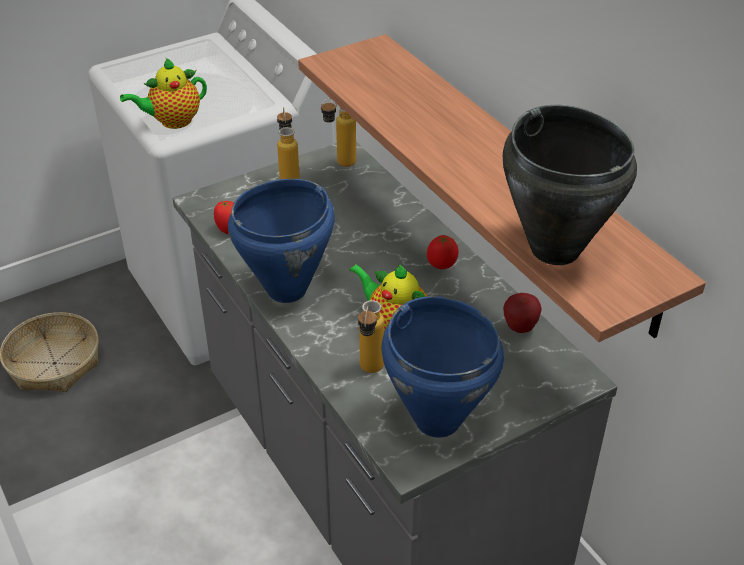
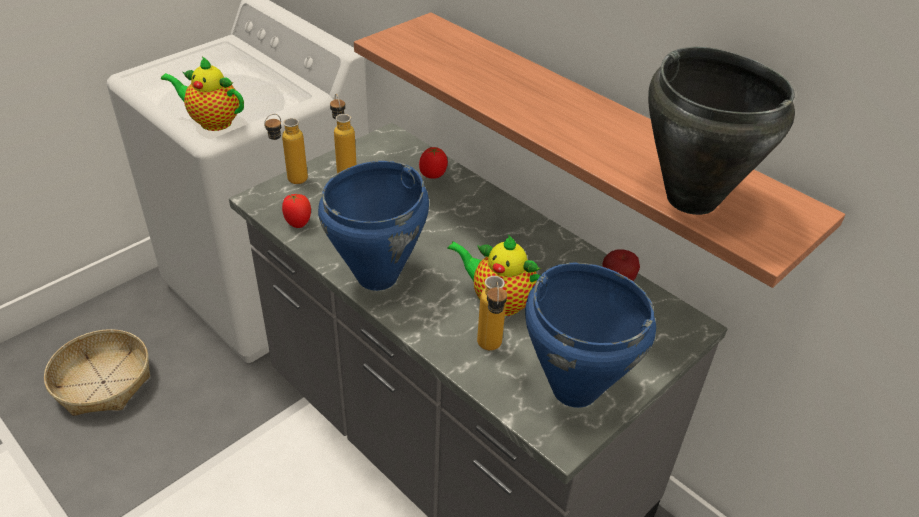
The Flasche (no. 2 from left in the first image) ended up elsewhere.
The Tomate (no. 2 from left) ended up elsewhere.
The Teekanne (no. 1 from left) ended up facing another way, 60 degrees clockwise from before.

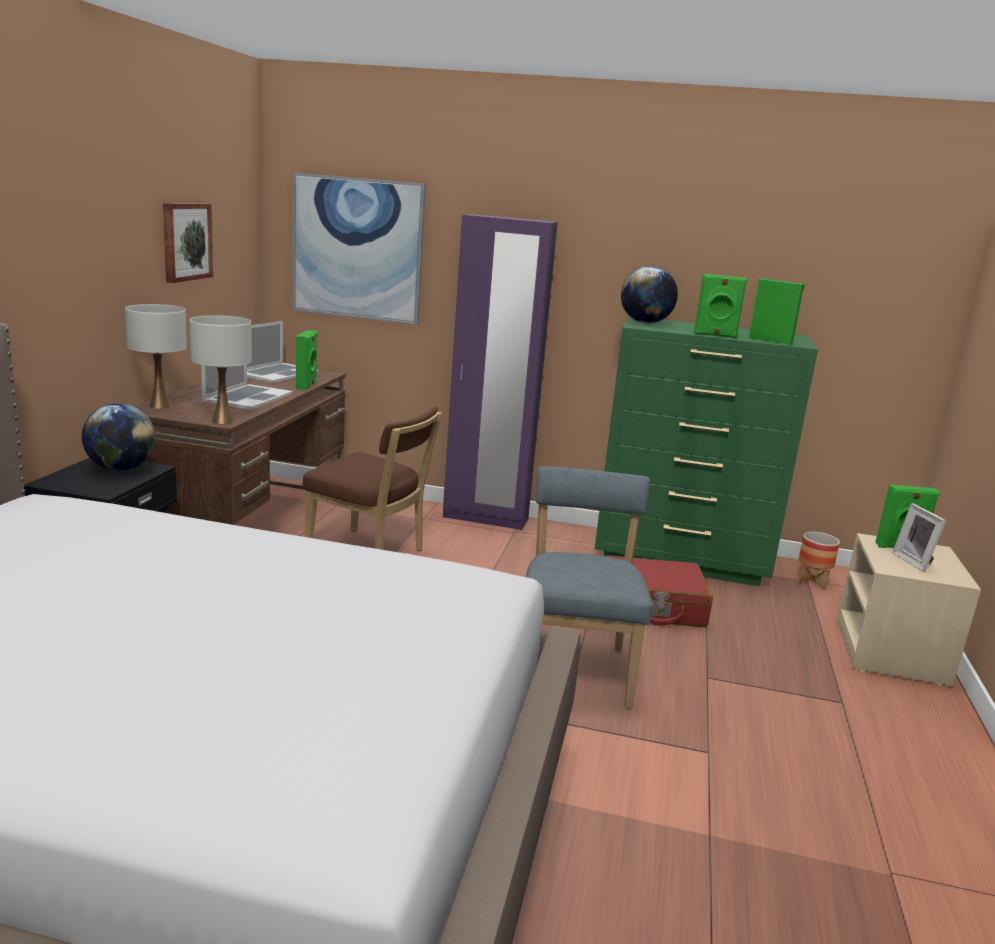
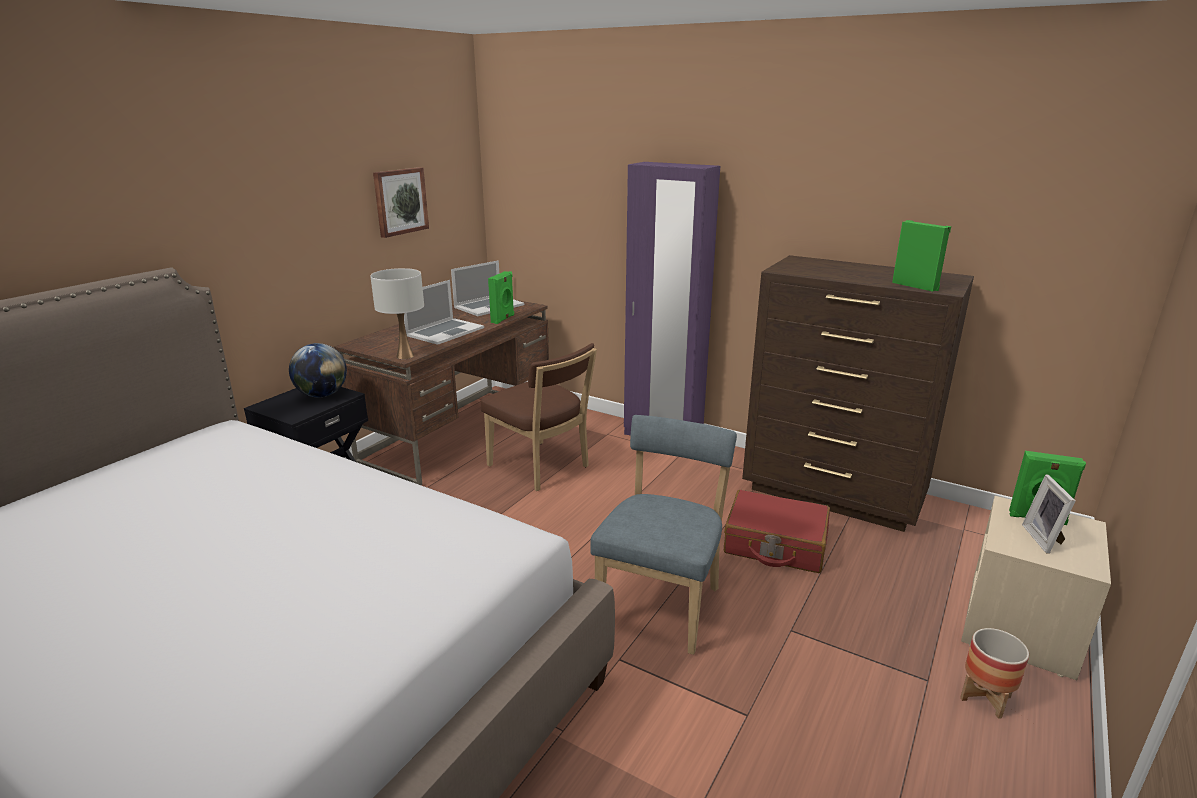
The second view lost the Tischlampe/weiß (no. 1 from left).
The second view lost the Bild (no. 2 from left).
The second view lost the Globus (no. 2 from left).
The second view lost the Lautsprecher/grün (no. 2 from left).
The Pflanzkübel ended up elsewhere.
What was the Kommode/grün turned into the Kommode/braun.

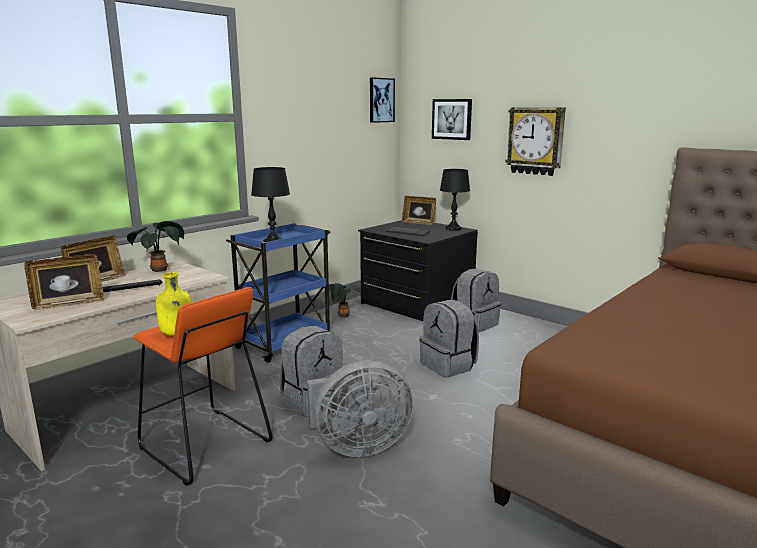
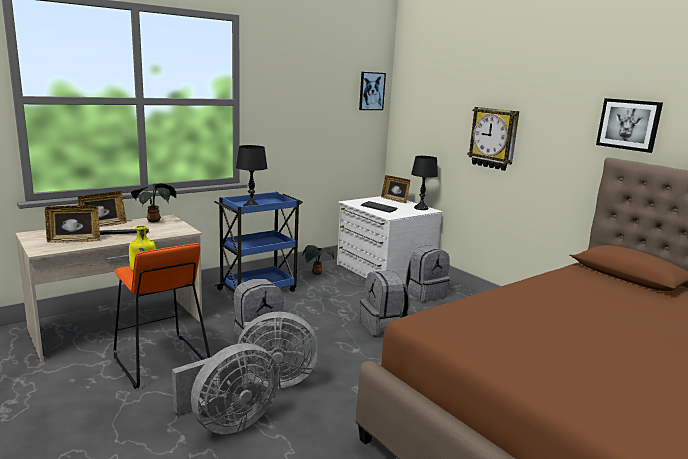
The second view gained the Ventilator/grau (no. 1 from left).
The Bild (no. 2 from left) ended up elsewhere.
What was the Kommode/schwarz turned into the Kommode/weiß.

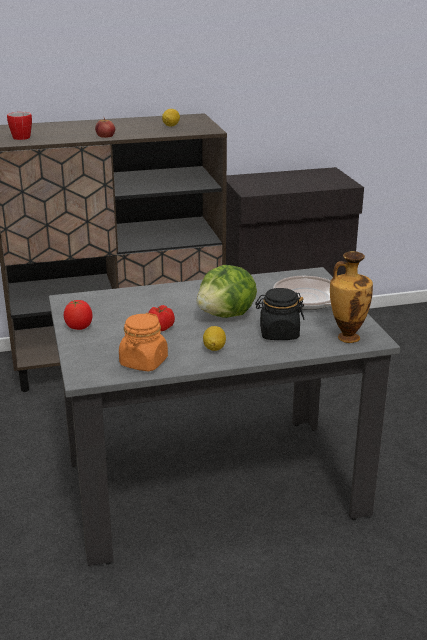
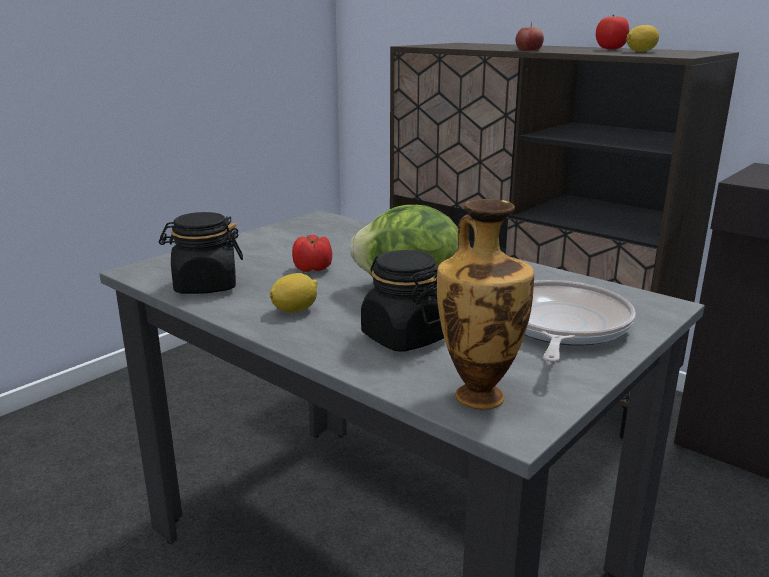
The second view lost the Henkelbecher.
The Tomate (no. 1 from left in the first image) ended up elsewhere.
What was the Vorratsglas/orange turned into the Vorratsglas/schwarz (no. 1 from left).

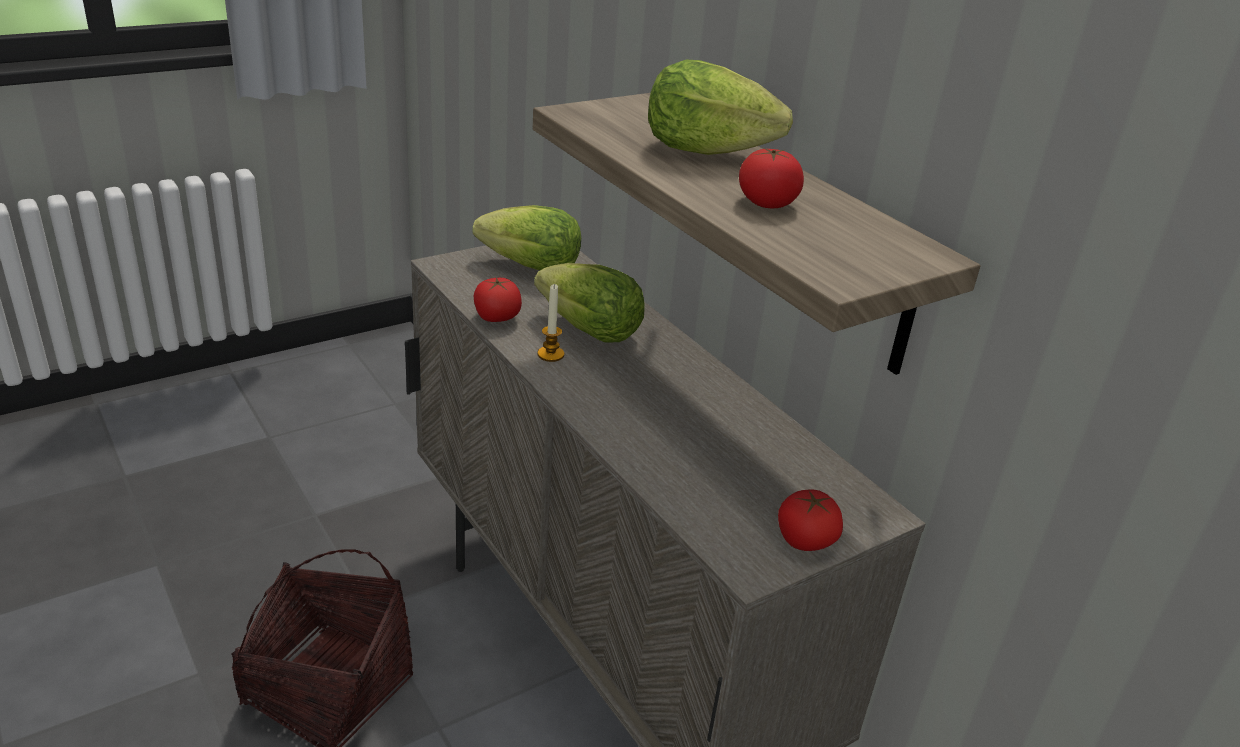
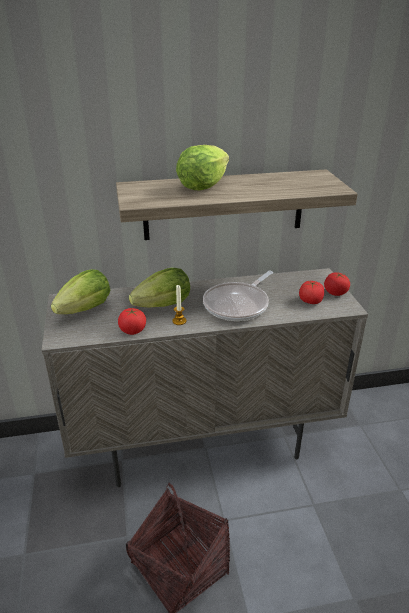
The second view gained the Pfanne.
The Tomate (no. 2 from left) ended up elsewhere.

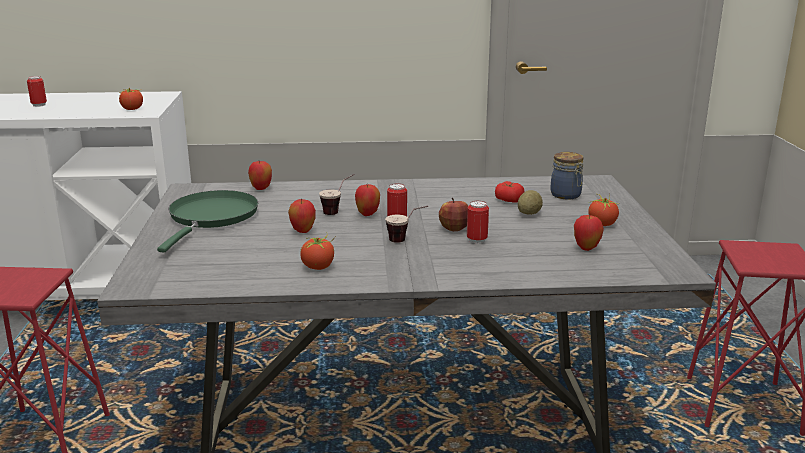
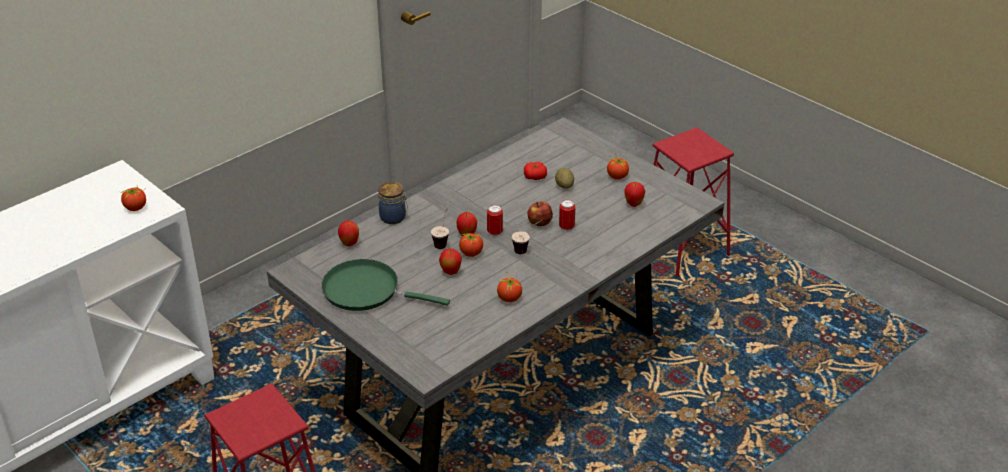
The second view lost the Dose (no. 1 from left).
The second view gained the Tomate (no. 2 from left).
The Vorratsglas ended up elsewhere.
The Pfanne/grün ended up facing another way, 45 degrees counterclockwise from before.

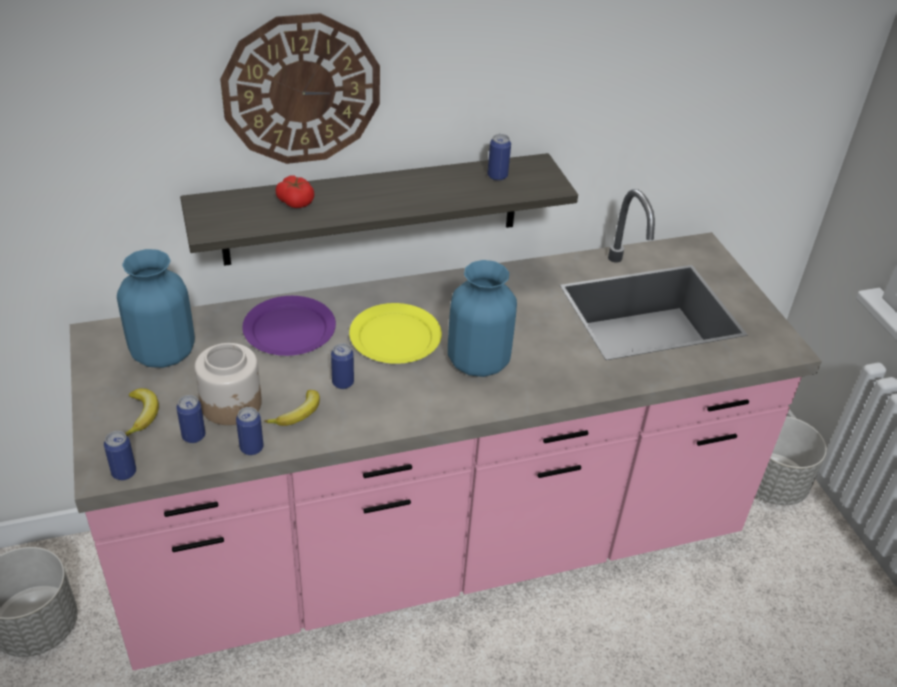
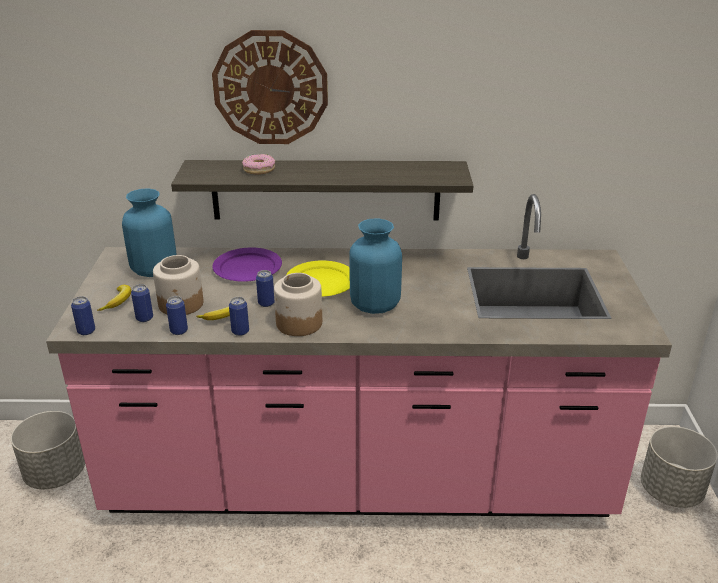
The second view gained the Vorratsglas (no. 2 from left).
The Dose (no. 5 from left in the first image) ended up elsewhere.
Where the Tomate stood, the Donut came to stand.

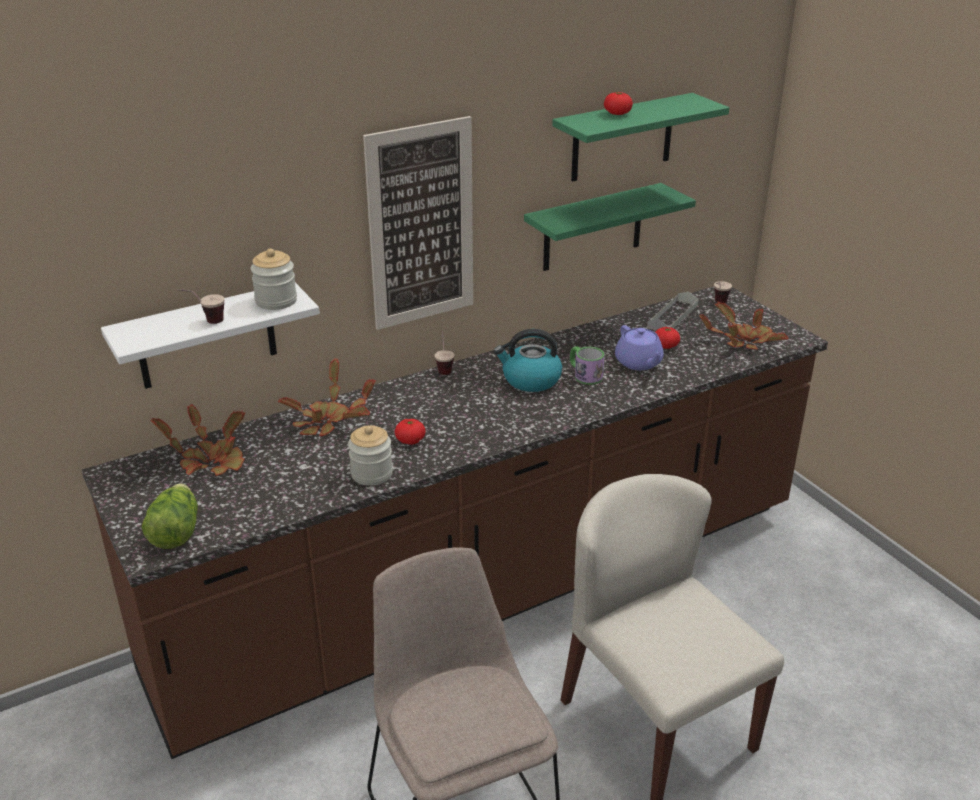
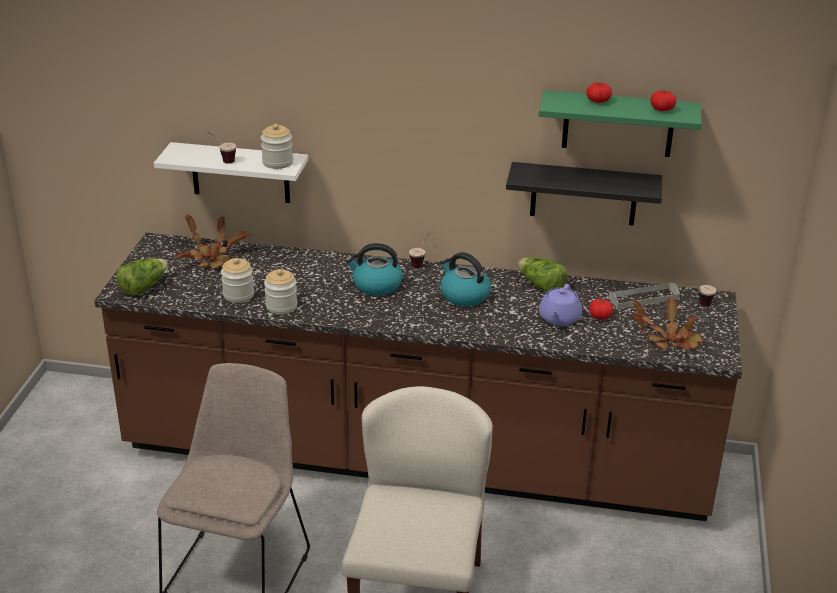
The second view lost the Topfpflanze (no. 2 from left).
The second view lost the Bild.
The second view lost the Henkelbecher.
The second view gained the Vorratsglas (no. 1 from left).
The second view gained the Wasserkessel (no. 1 from left).
The second view gained the Salatkopf (no. 2 from left).
The Tomate (no. 1 from left in the first image) ended up elsewhere.
What was the Wandregal/grün (no. 1 from left) turned into the Wandregal/schwarz.

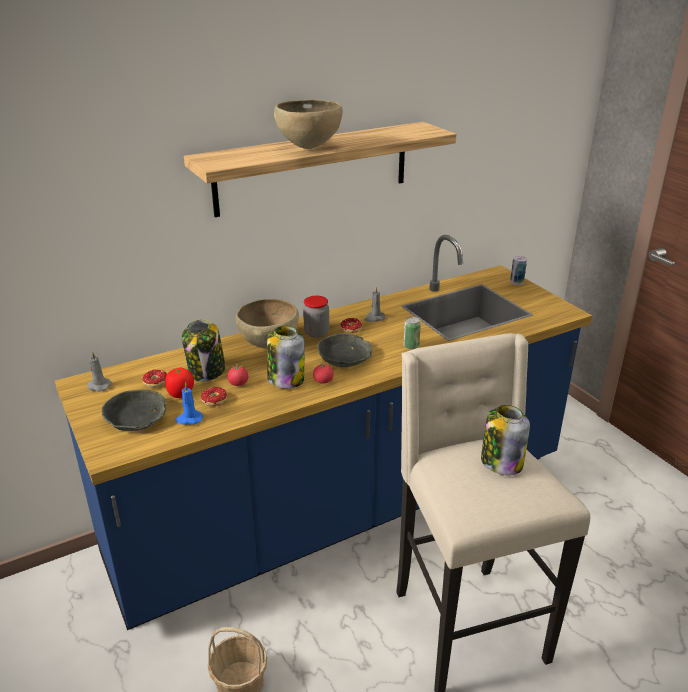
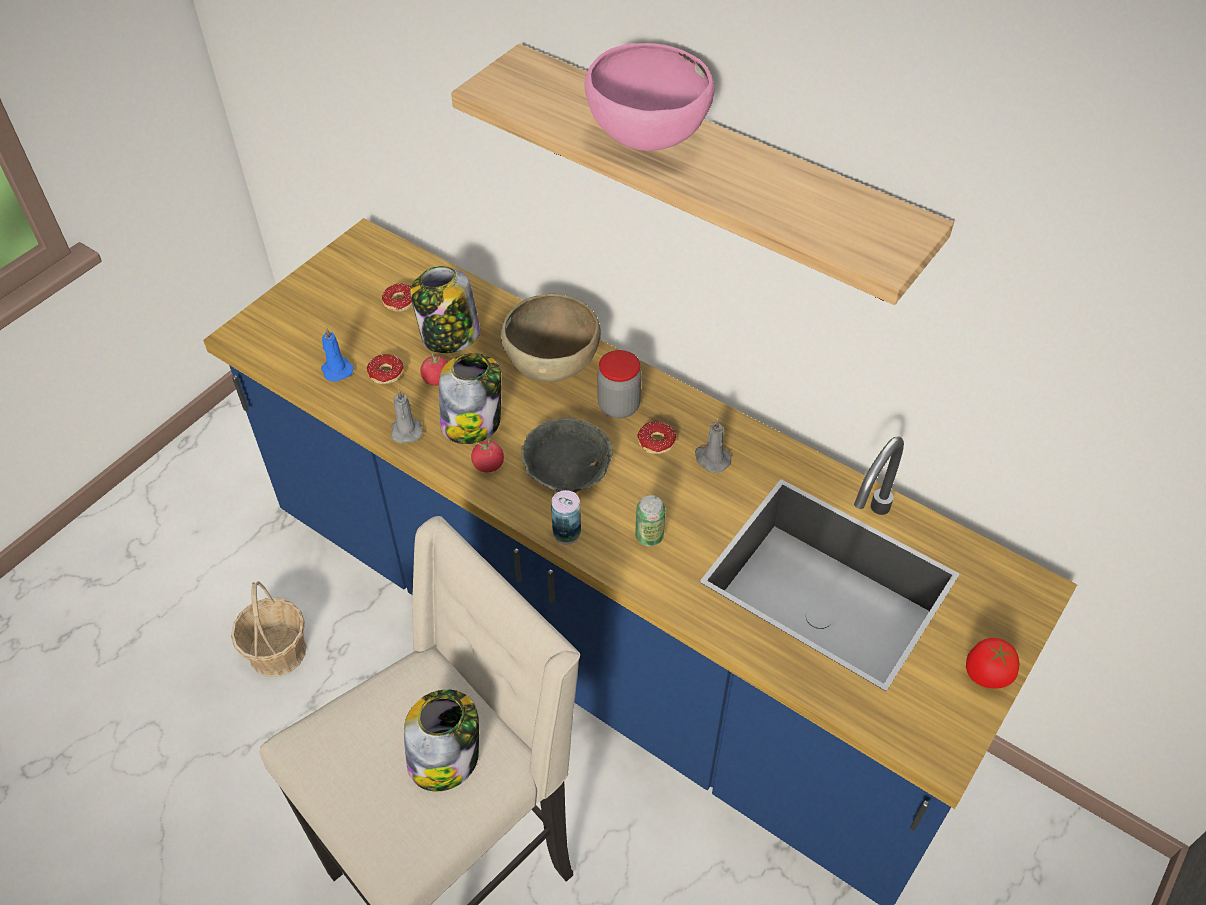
The second view lost the Schüssel/grau (no. 1 from left).
The Kerze/grau (no. 1 from left) ended up elsewhere.
The Tomate (no. 1 from left in the first image) ended up elsewhere.
The Dose (no. 2 from left in the first image) ended up elsewhere.
What was the Schüssel/braun (no. 2 from left) turned into the Schüssel/rosa.

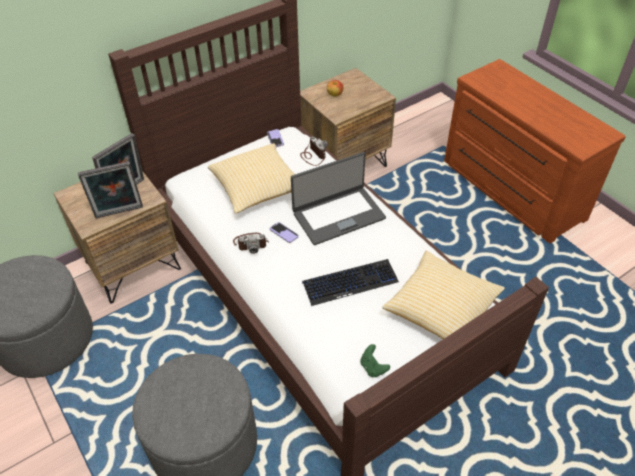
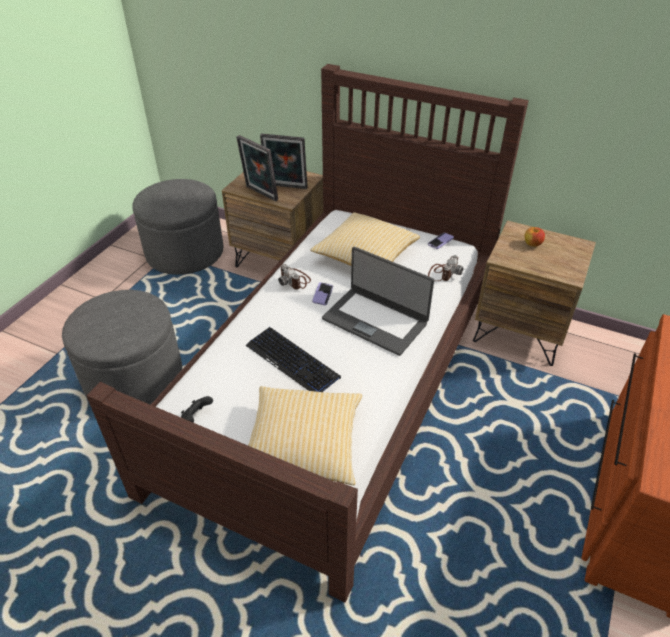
What was the Gamepad/grün turned into the Gamepad/schwarz.

